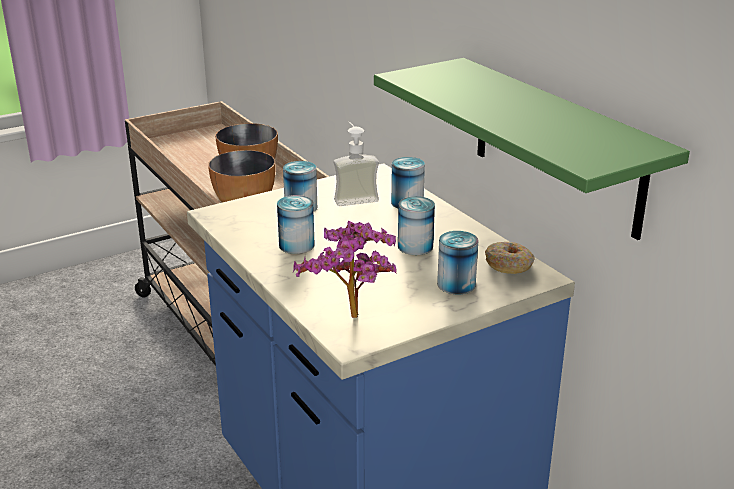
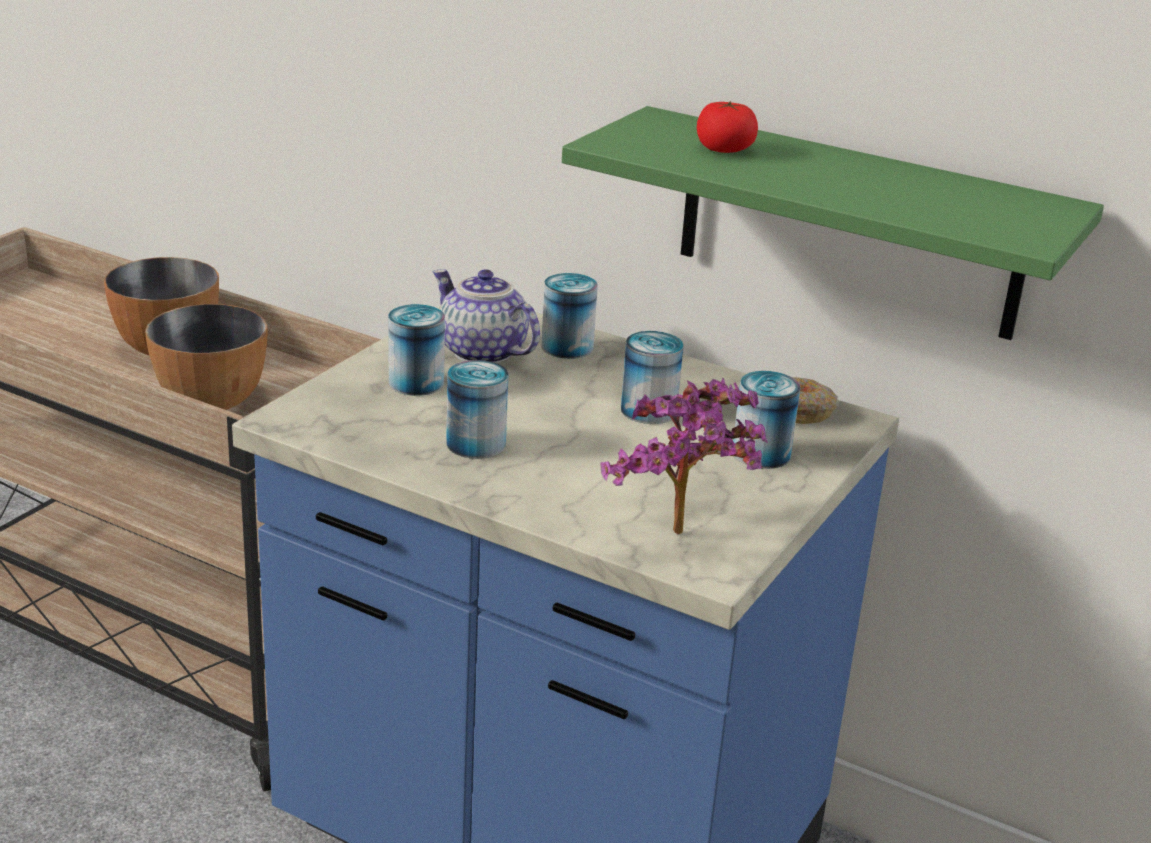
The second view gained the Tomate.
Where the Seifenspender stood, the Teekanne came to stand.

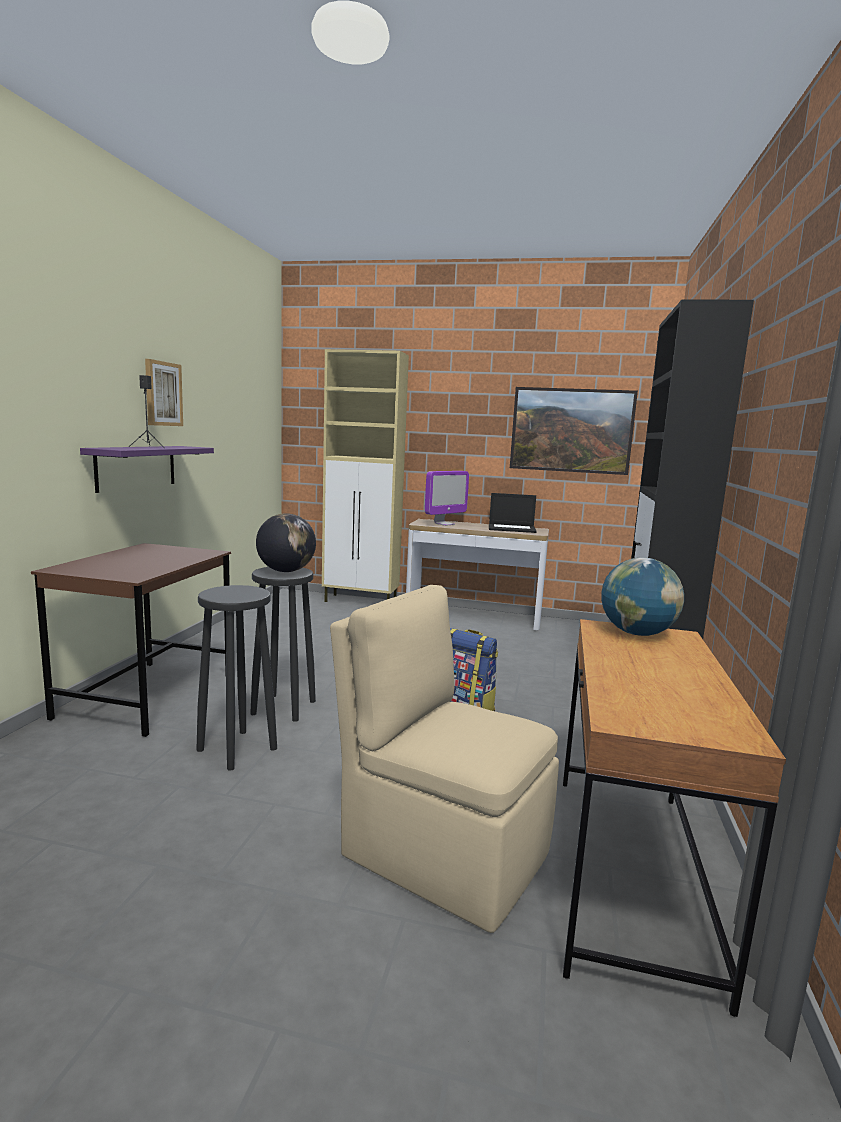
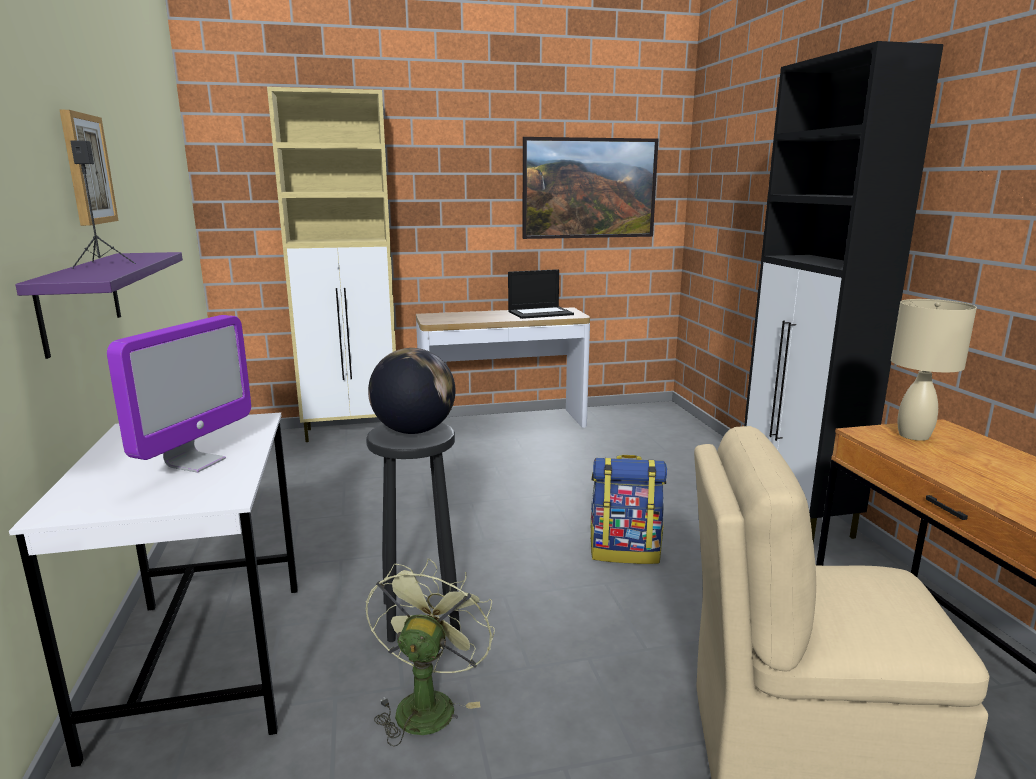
The Monitor ended up elsewhere.
Where the Hocker/schwarz (no. 1 from left) stood, the Ventilator/grün came to stand.
Where the Globus (no. 2 from left) stood, the Tischlampe/beige came to stand.
What was the Schreibtisch/braun (no. 1 from left) turned into the Schreibtisch/weiß.

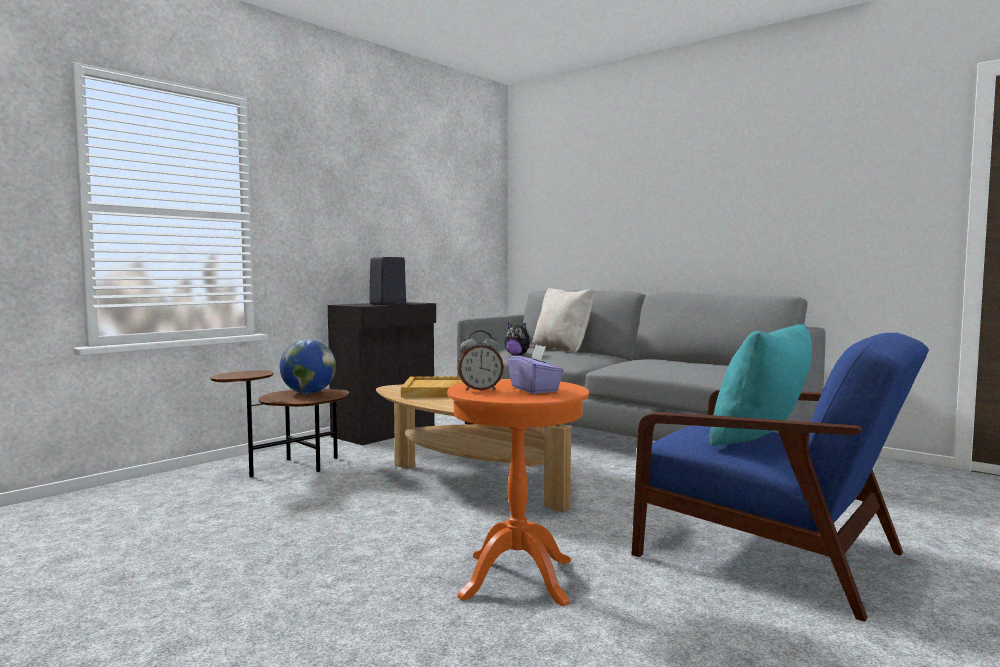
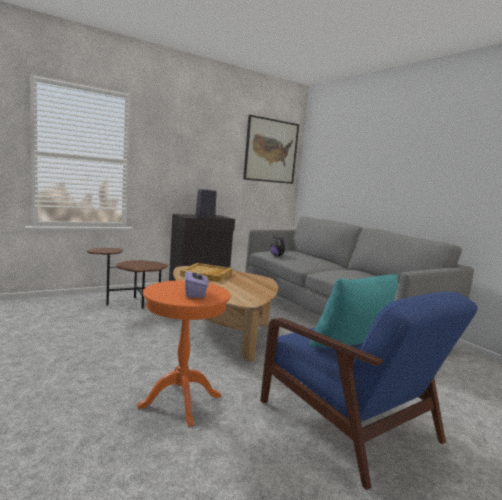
The second view lost the Globus.
The second view lost the Wecker.
The second view lost the Kissen/beige.
The second view gained the Bild.

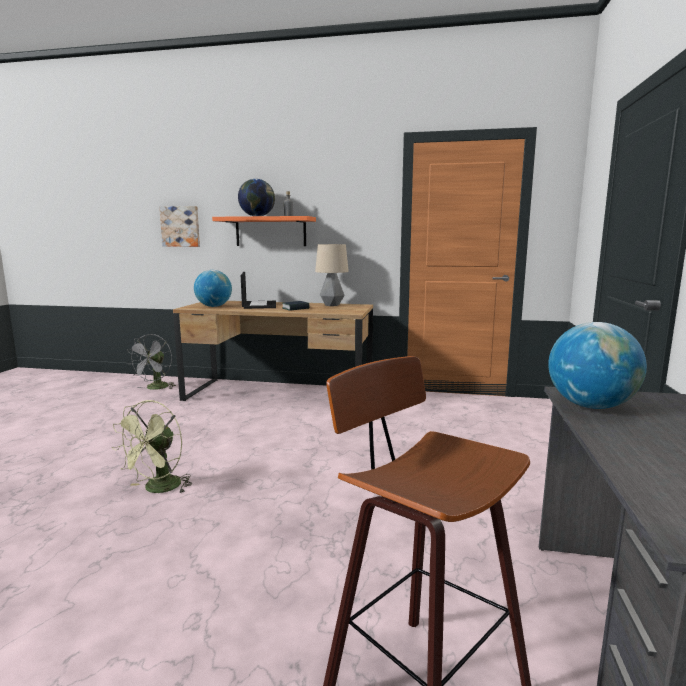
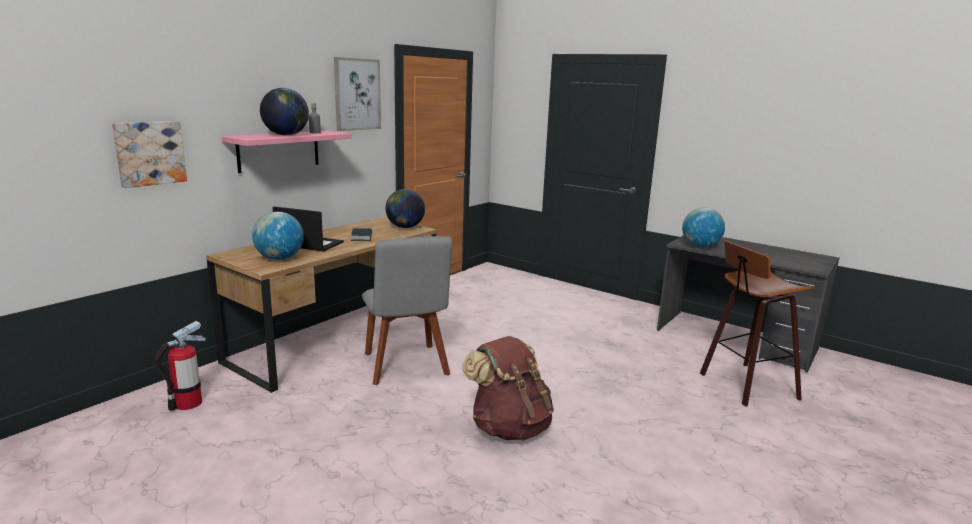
The second view lost the Tischlampe.
The second view gained the Bild (no. 2 from left).
The second view gained the Stuhl/grau.
The second view gained the Globus (no. 3 from left).
Where the Ventilator/grün stood, the Rucksack/braun came to stand.
Where the Ventilator/grau stood, the Feuerlöscher came to stand.
What was the Wandregal/orange turned into the Wandregal/rosa.

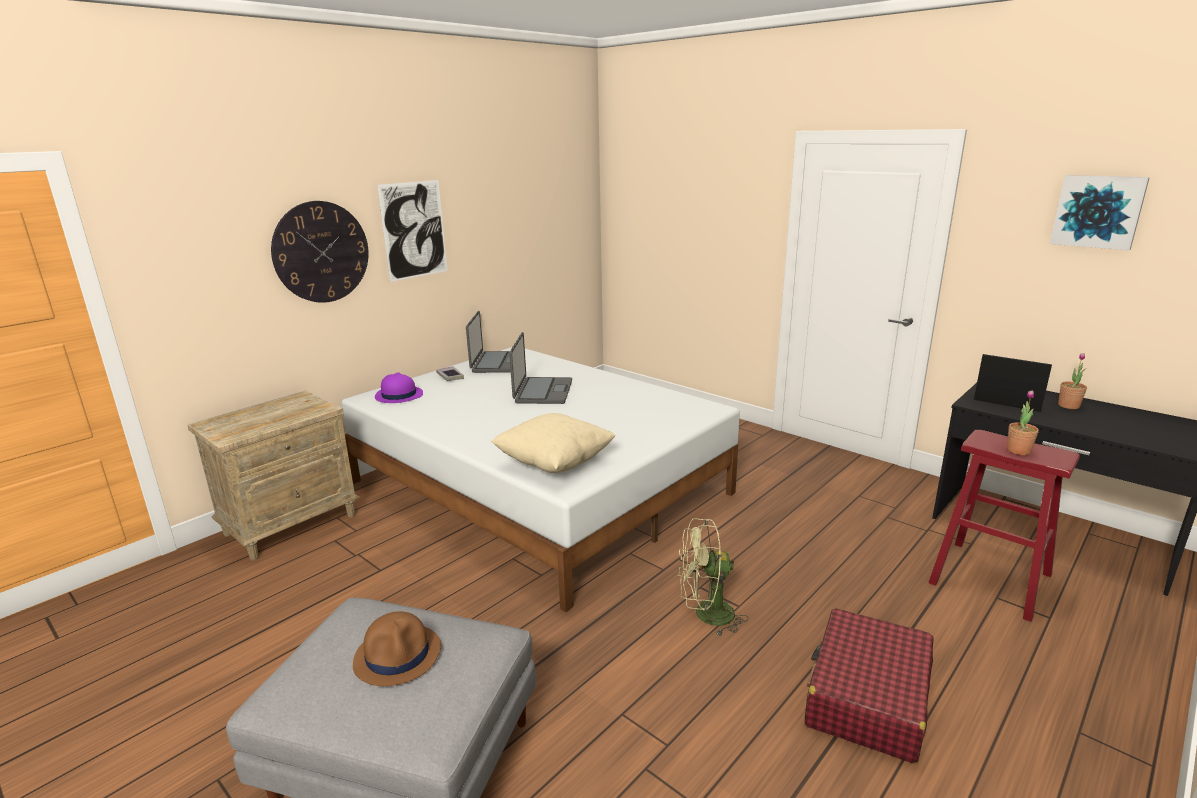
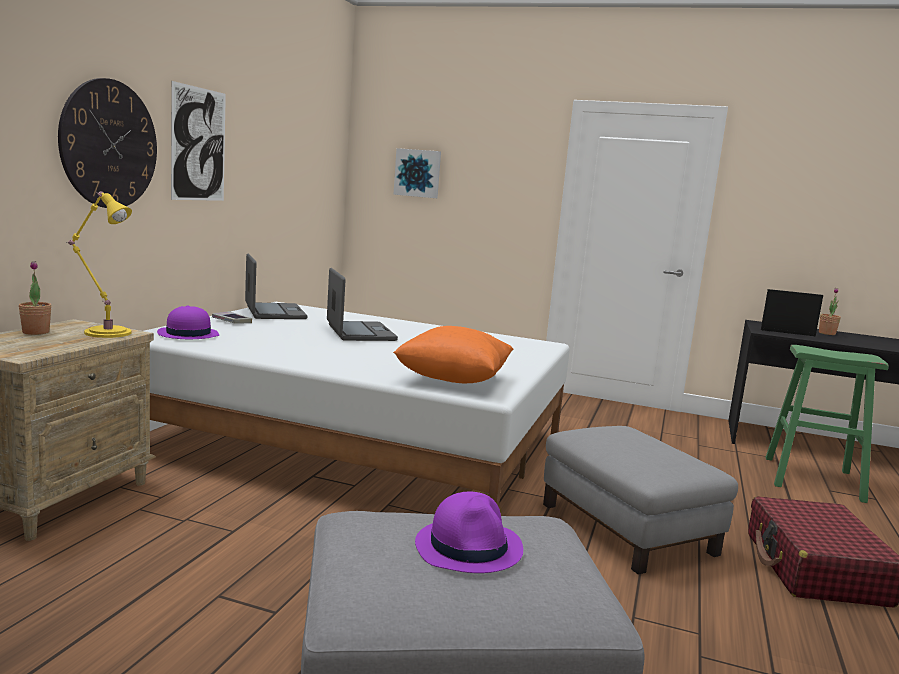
The second view gained the Tischlampe/gelb.
The Topfpflanze (no. 1 from left) ended up elsewhere.
The Bild (no. 2 from left) ended up elsewhere.
Where the Ventilator/grün stood, the Polsterhocker/grau (no. 2 from left) came to stand.
What was the Hut/braun turned into the Hut/lila (no. 2 from left).
What was the Kissen/beige turned into the Kissen/orange.
What was the Hocker/rot turned into the Hocker/grün.

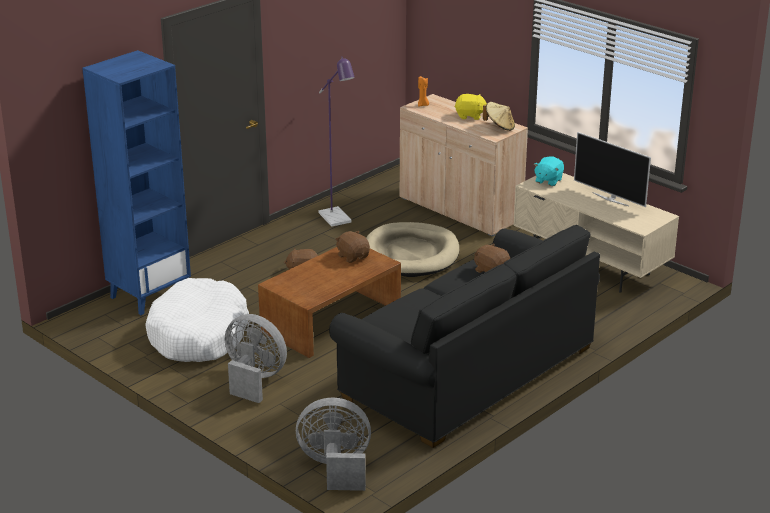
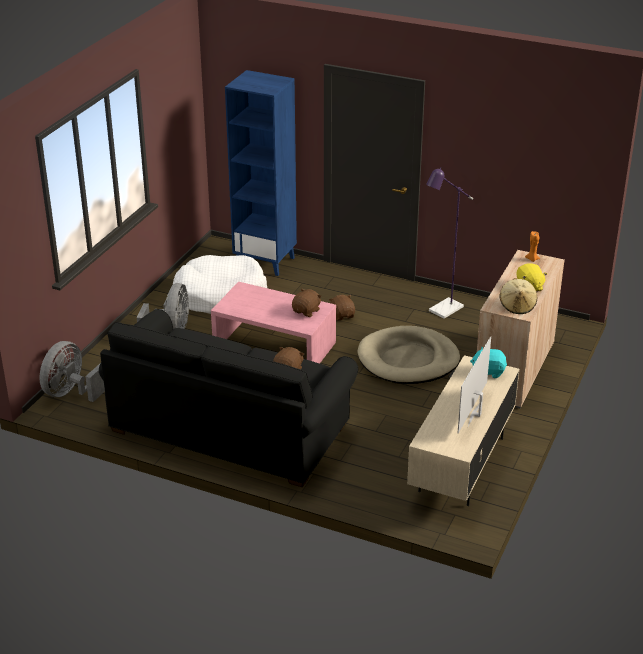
What was the Couchtisch/braun turned into the Couchtisch/rosa.
The Ventilator/grau (no. 2 from left in the first image) ended up facing another way, 135 degrees counterclockwise from before.

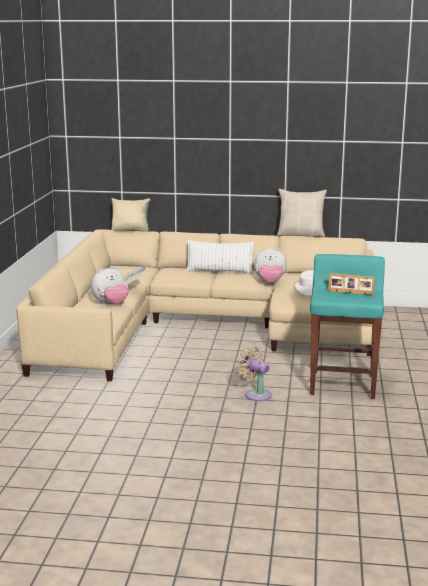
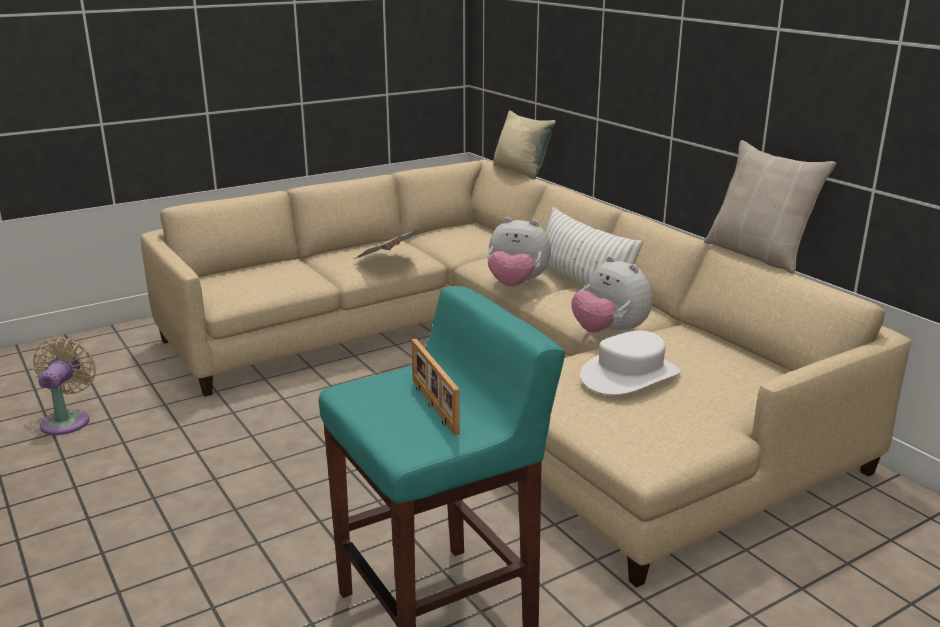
The Plüschtier (no. 1 from left) ended up elsewhere.
The Ventilator/beige ended up elsewhere.

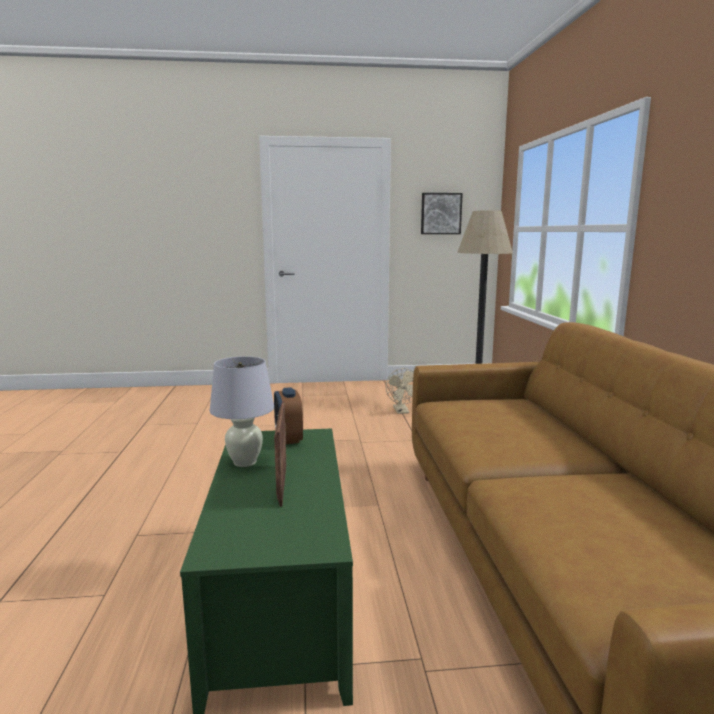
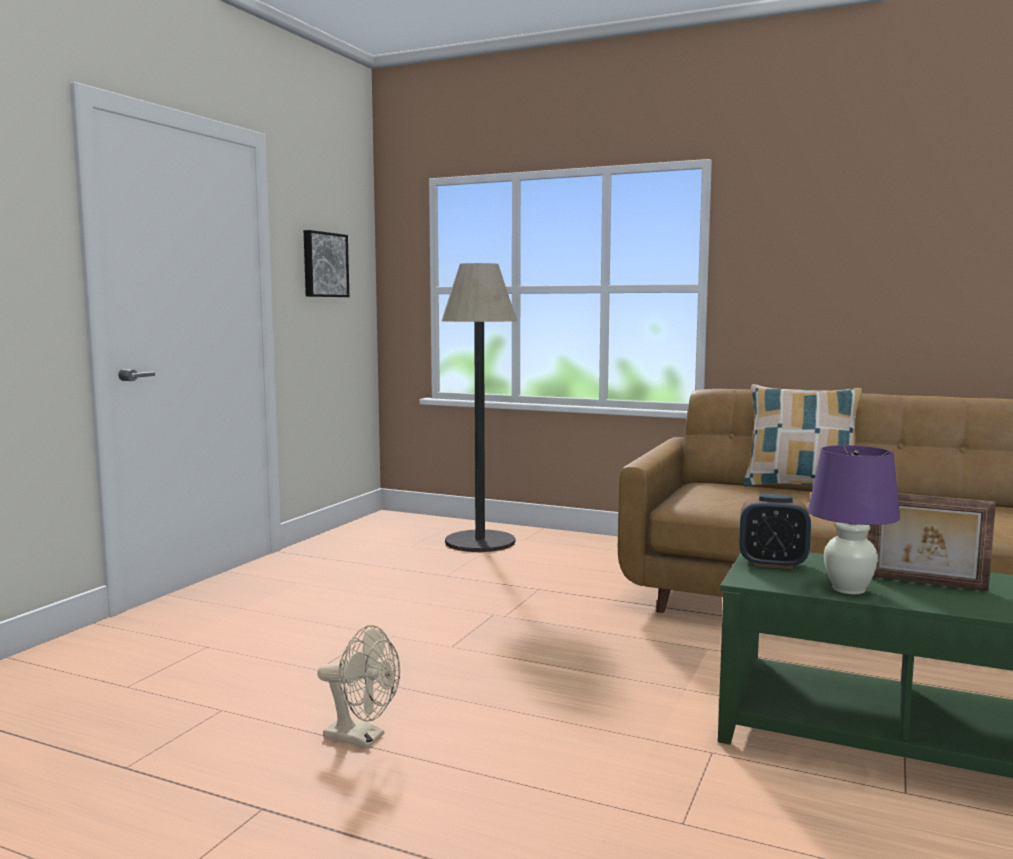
The second view gained the Kissen.
The Ventilator/beige ended up elsewhere.
What was the Tischlampe/weiß turned into the Tischlampe/lila.

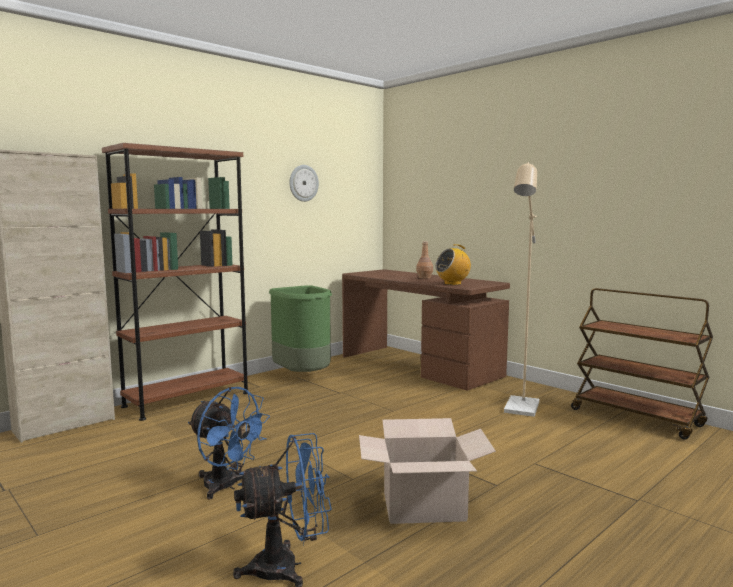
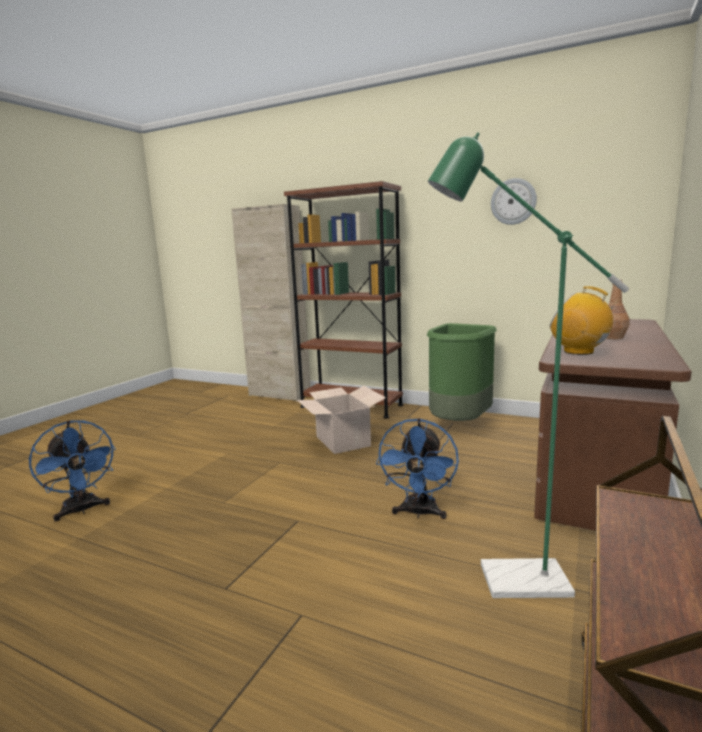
The Ventilator/blau (no. 1 from left in the first image) ended up elsewhere.
The Karton ended up elsewhere.
What was the Stehlampe/beige turned into the Stehlampe/grün.

